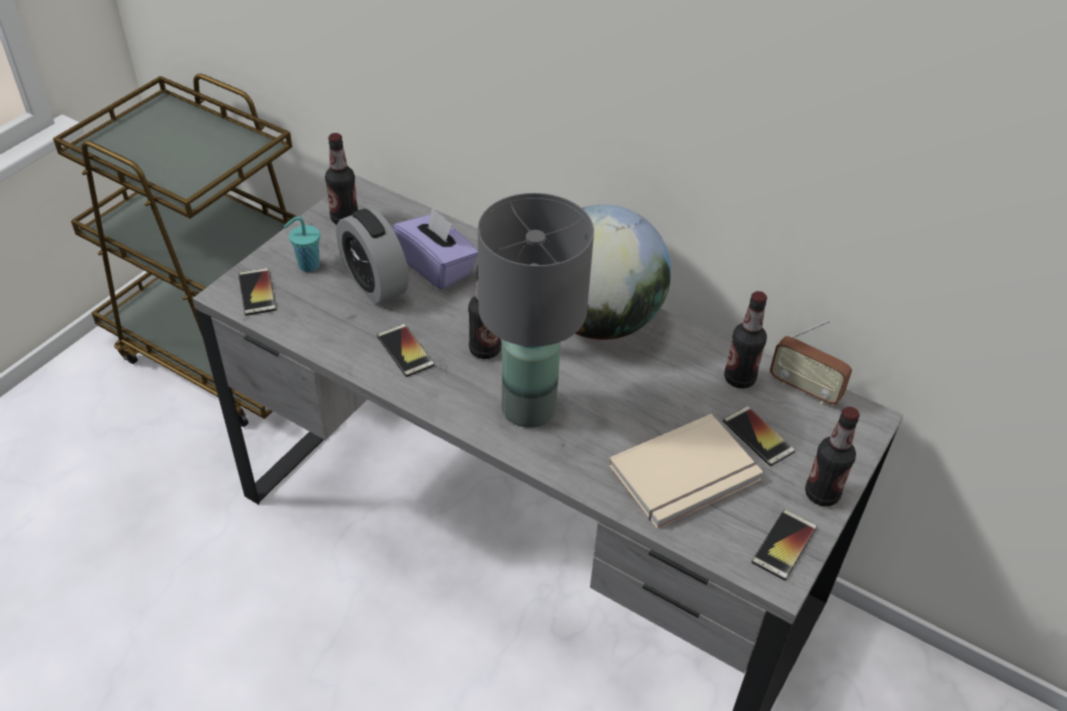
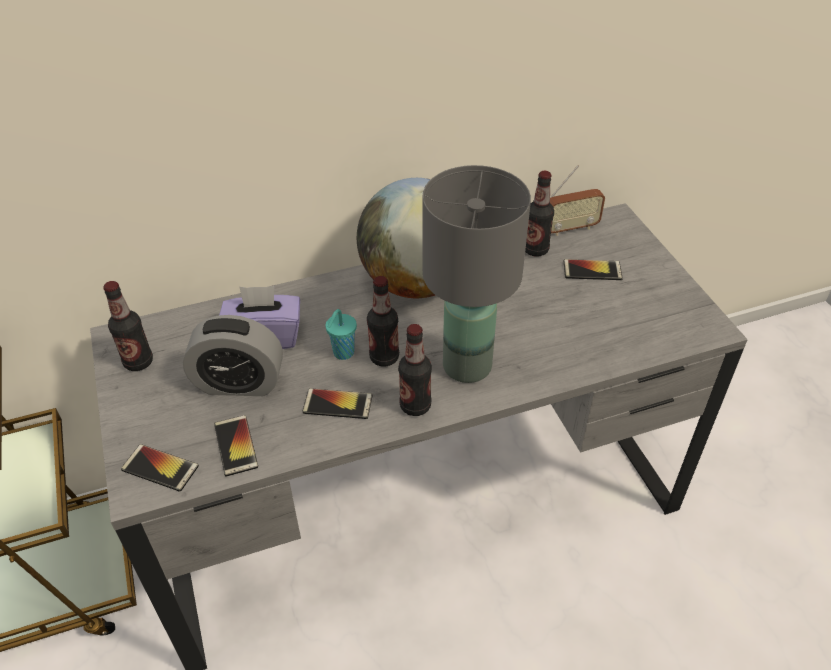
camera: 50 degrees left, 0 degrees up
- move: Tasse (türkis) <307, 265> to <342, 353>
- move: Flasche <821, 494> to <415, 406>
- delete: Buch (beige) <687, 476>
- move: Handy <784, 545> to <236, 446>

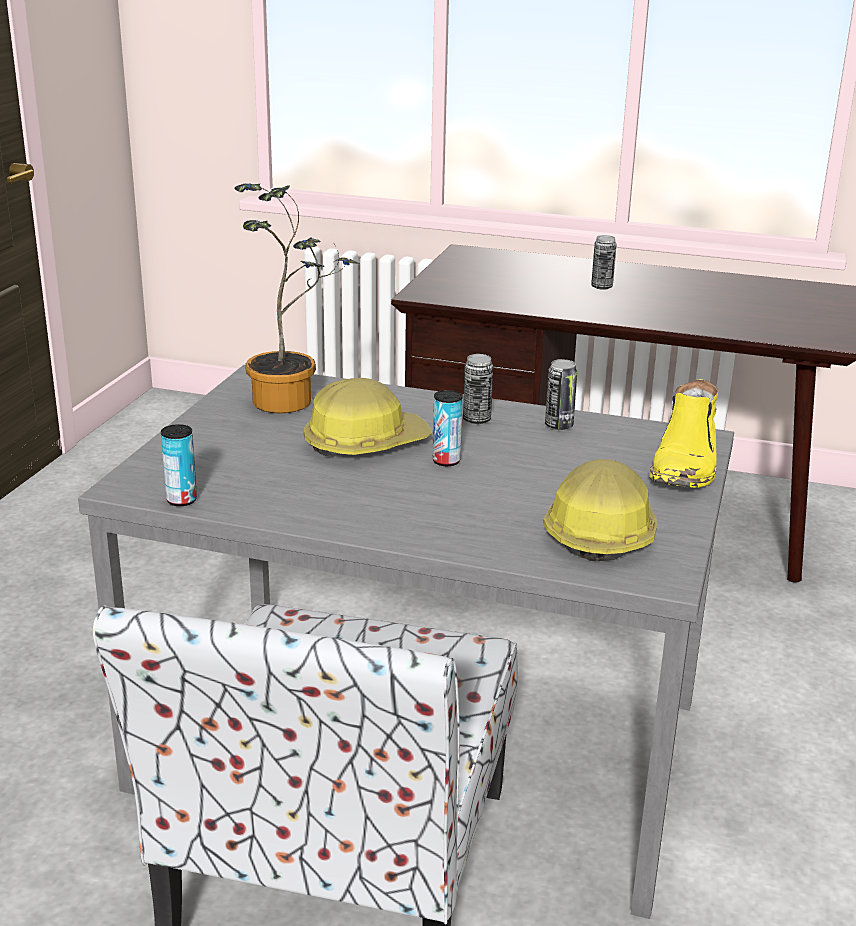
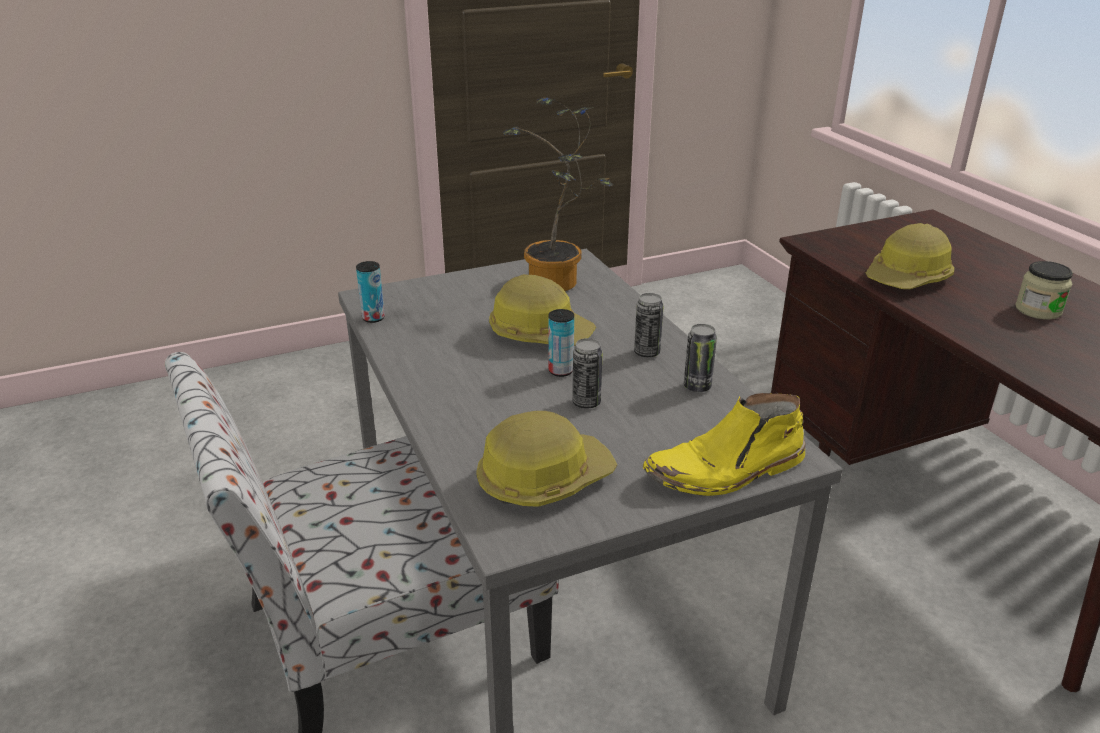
camera: 50 degrees right, 5 degrees up
- move: Dose <601, 287> to <586, 402>
- insert: Schutzhelm <907, 278>
- insert: Vorratsglas <1038, 310>

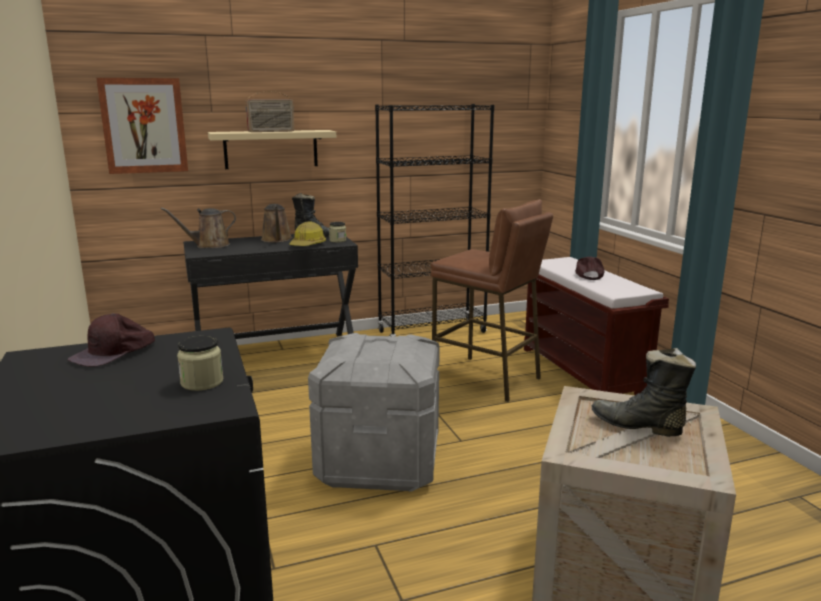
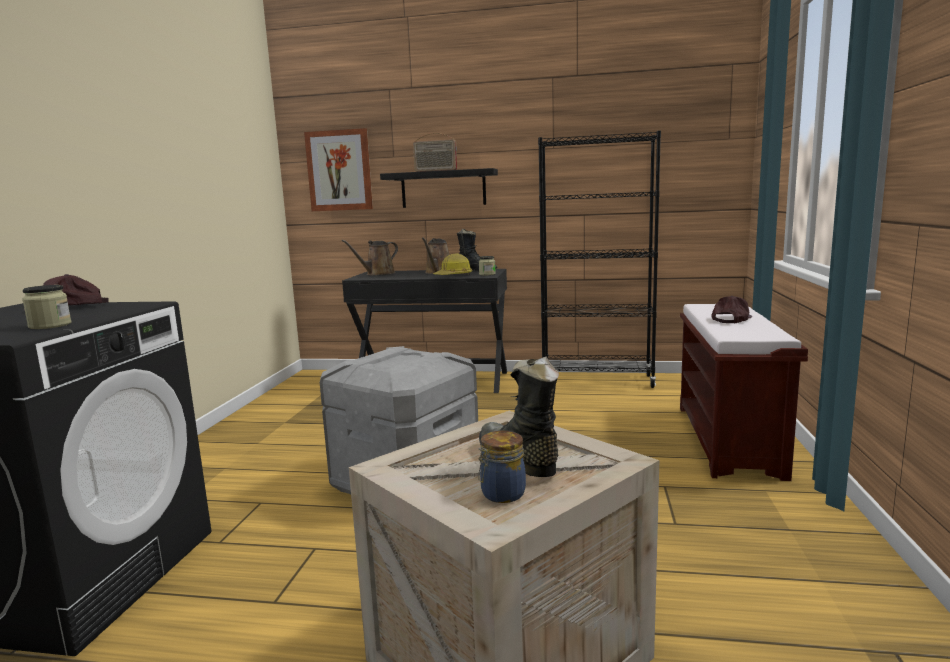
camera: 30 degrees right, 5 degrees down
- recolor: Wandregal (beige) <271, 149> to Wandregal (schwarz) <443, 189>
- delete: Hocker (braun) <486, 379>
- rotate: Gießkanne (braun) <209, 245> = <378, 274> 45 degrees counterclockwise
- insert: Vorratsglas <501, 494>

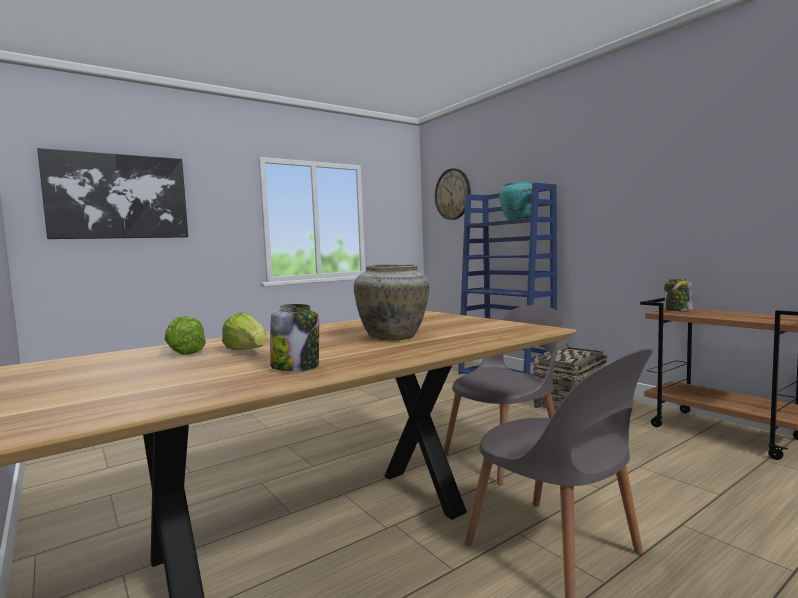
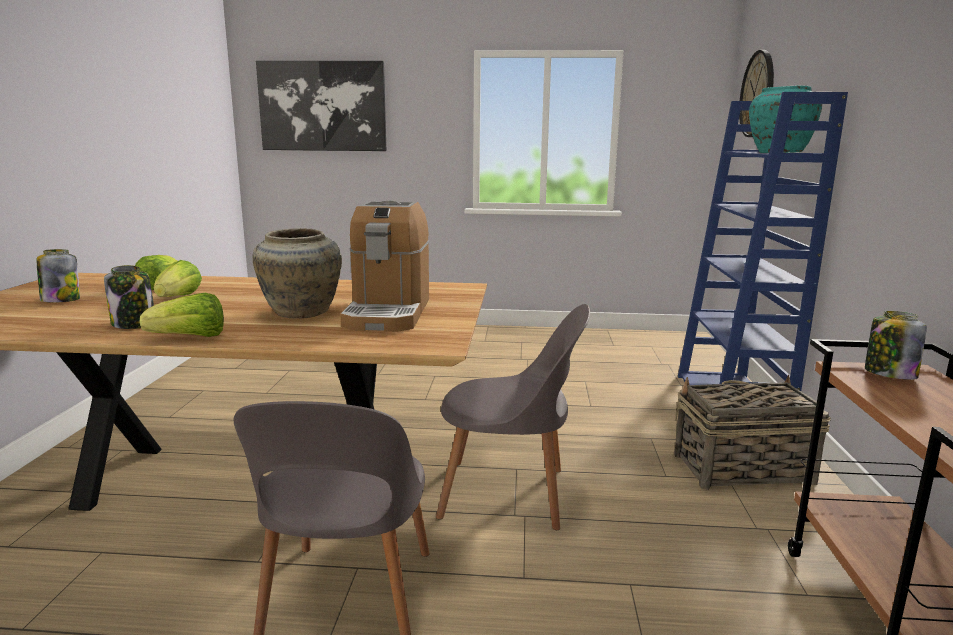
camera: 40 degrees right, 10 degrees up
- insert: Kaffeemaschine <388, 313>
- insert: Vorratsglas <61, 300>
- insert: Salatkopf <190, 338>

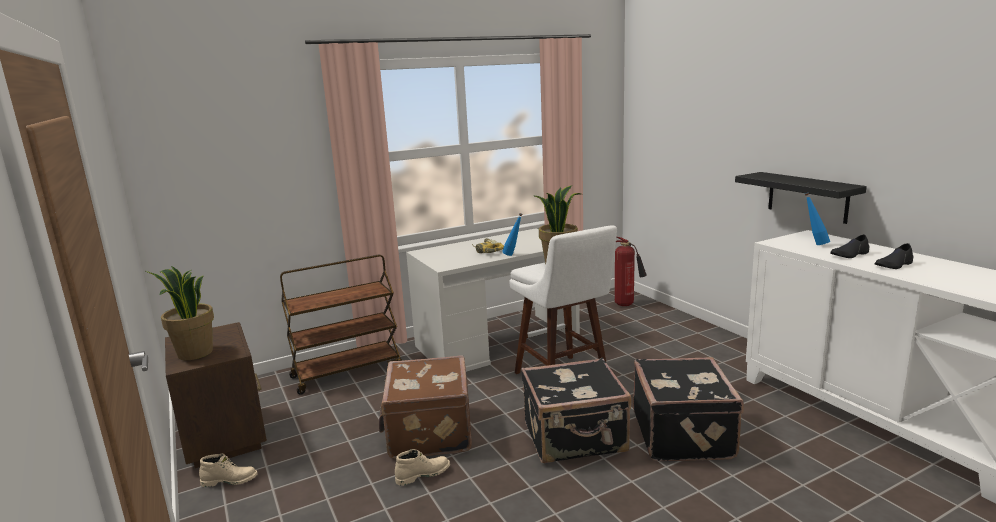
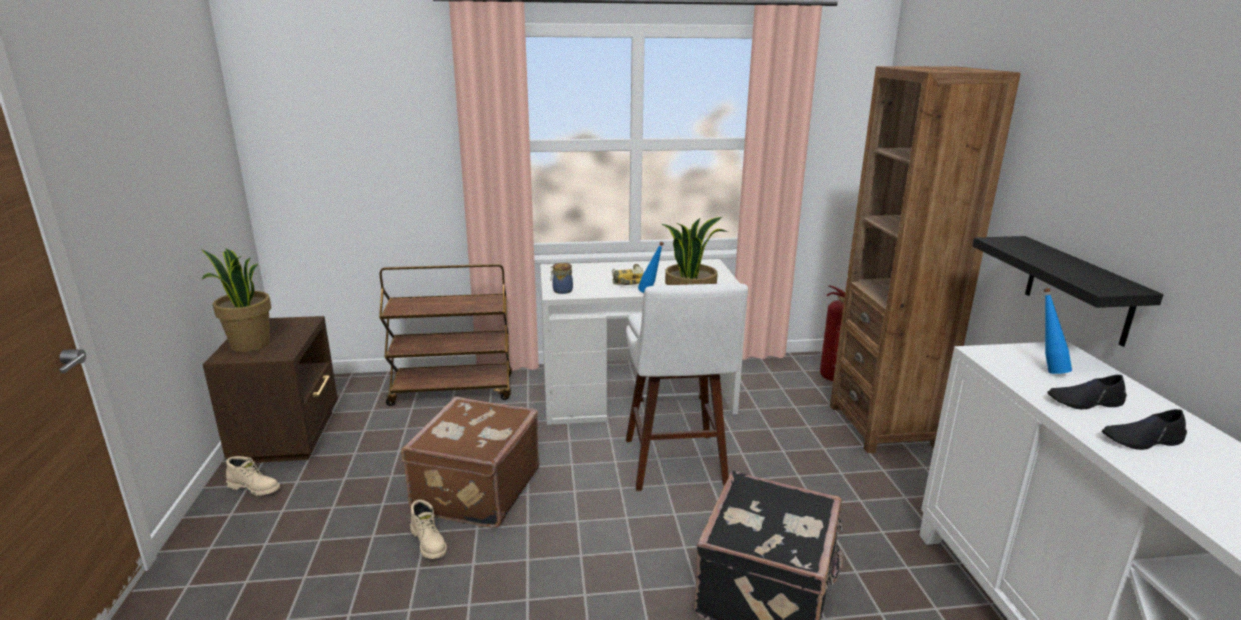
camera: 20 degrees right, 5 degrees up
- delete: Koffer (schwarz) <575, 438>
- rotate: Stiefel (beige) <423, 474> = <429, 542> 60 degrees clockwise
- insert: Bücherregal (braun) <883, 426>
- insert: Vorratsglas <561, 290>

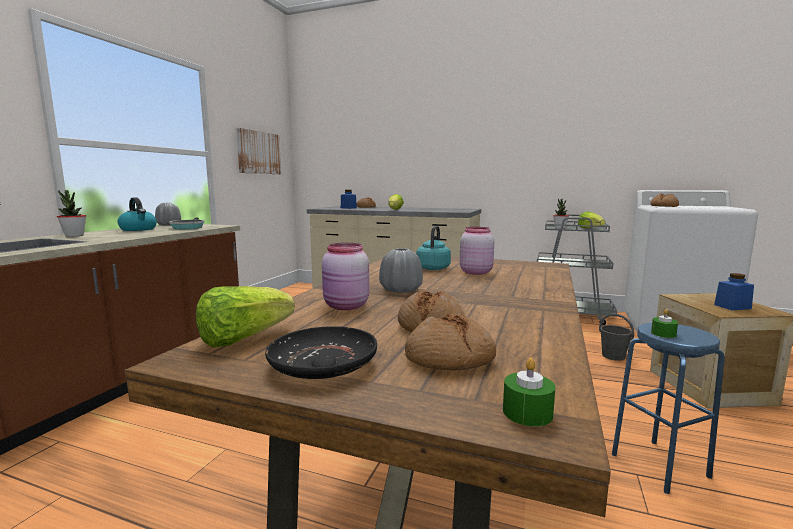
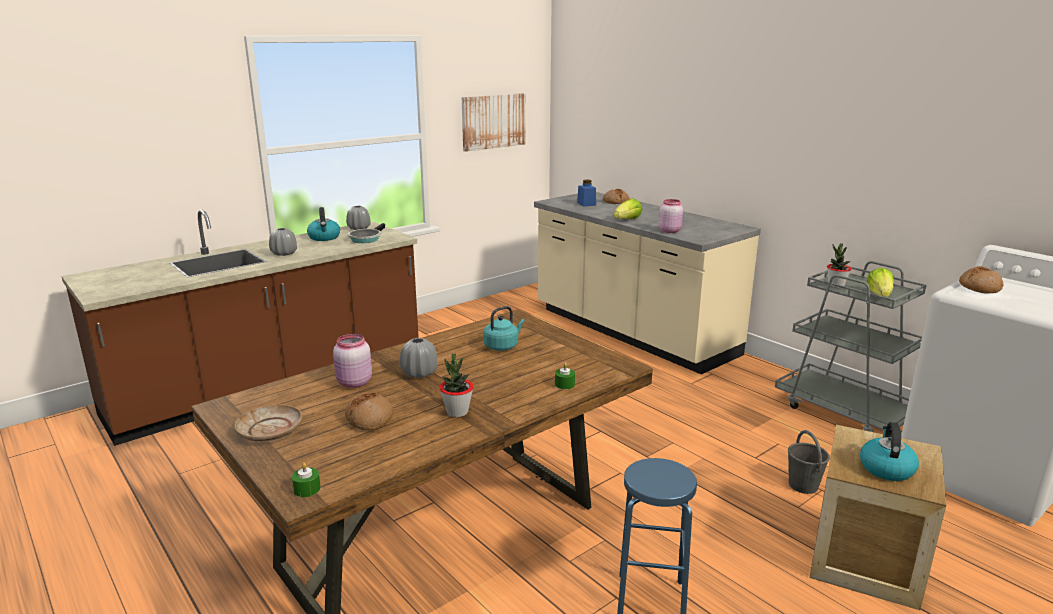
camera: 30 degrees right, 10 degrees up
- move: Topfpflanze <74, 235> to <457, 412>
- move: Vorratsglas (rosa) <475, 272> to <669, 231>
- replace: Vorratsglas (blau) <732, 307> to Wasserkessel <886, 468>
- delete: Salatkopf <244, 339>
- move: Kerze (grün) <663, 334> to <564, 384>
- delete: Brot <449, 358>
- recolor: Teller (schwarz) <324, 365> to Teller (beige) <270, 431>
- insert: Vase (grau) <284, 253>

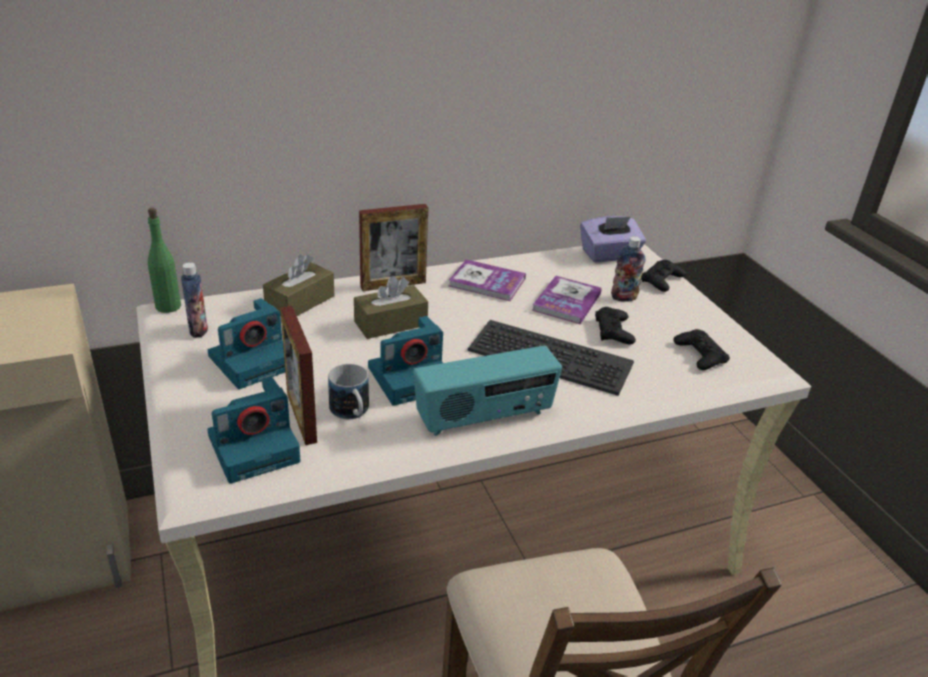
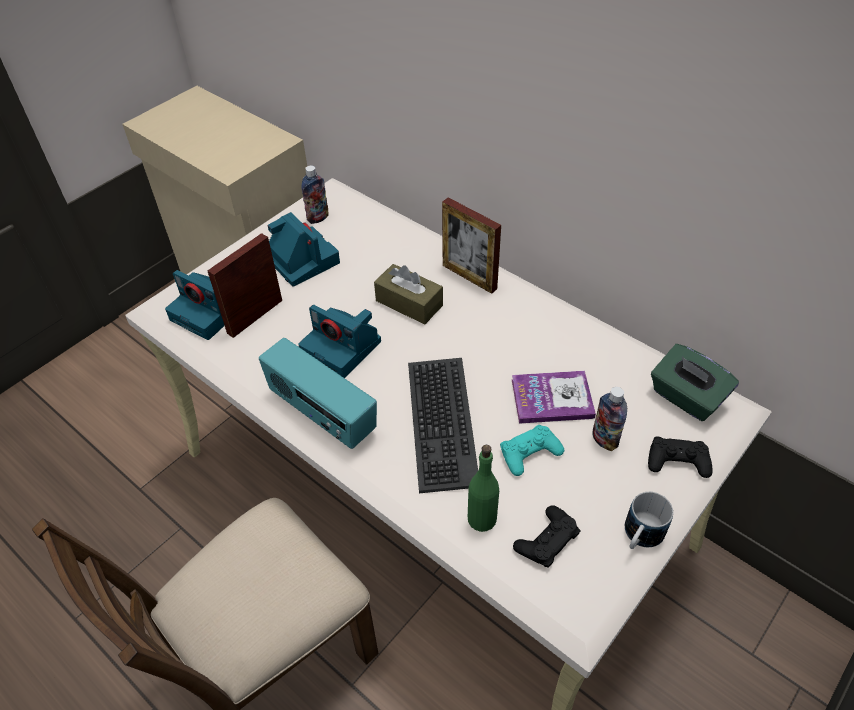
camera: 65 degrees right, 15 degrees up
- move: Flasche (grün) <168, 306> to <482, 518>
- recolor: Taschentuchbox (lila) <609, 255> to Taschentuchbox (grün) <686, 398>
- delete: Taschentuchbox (braun) <300, 302>
- delete: Buch <487, 282>
- rotate: Kamera <253, 361> = <302, 261> 150 degrees counterclockwise
- recolor: Gamepad (schwarz) <613, 331> to Gamepad (türkis) <530, 453>
- move: Henkelbecher <352, 413> to <640, 537>

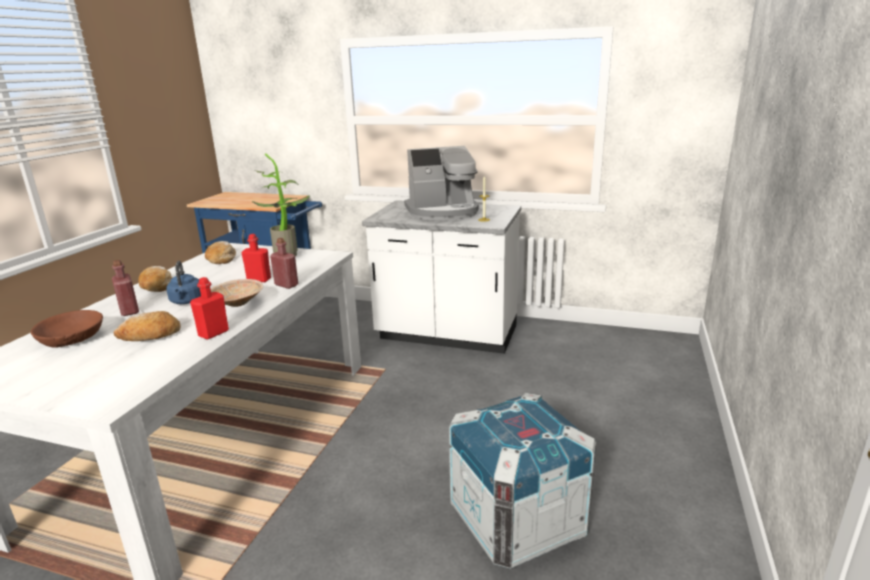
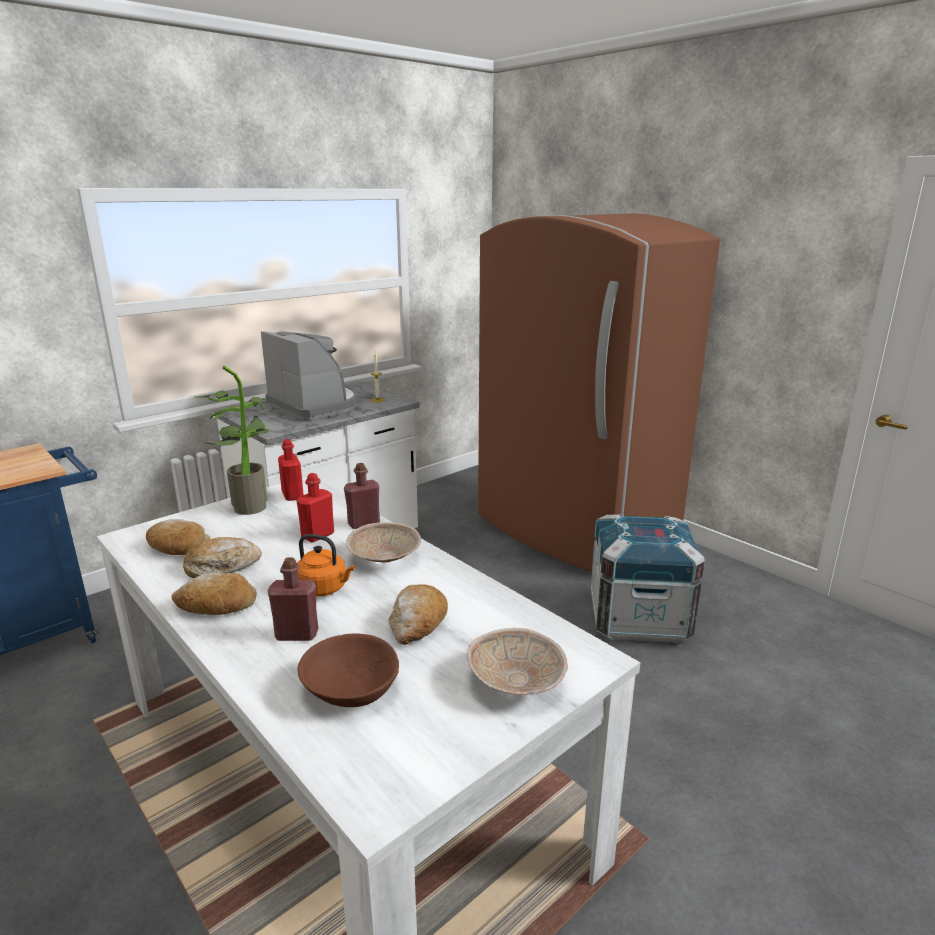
camera: 60 degrees left, 0 degrees up
- rotate: Kaffeemaschine <443, 212> = <315, 405> 60 degrees counterclockwise
- recolor: Wasserkessel (blau) <187, 301> to Wasserkessel (orange) <324, 589>
- move: Flasche (rot) <213, 333> to <292, 495>
- insert: Kühlschrank (braun) <574, 530>
- insert: Brot <222, 566>
- insert: Schüssel (beige) <516, 682>

